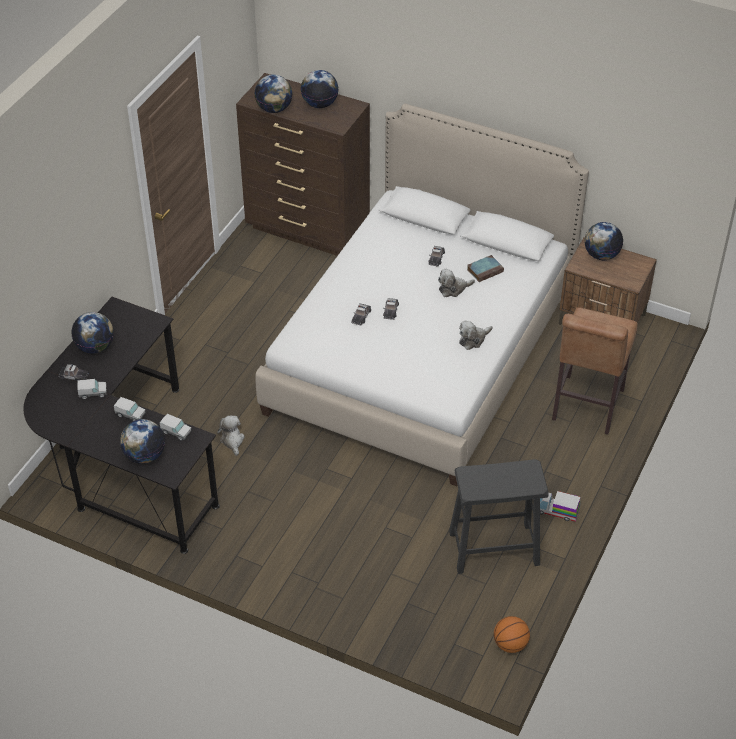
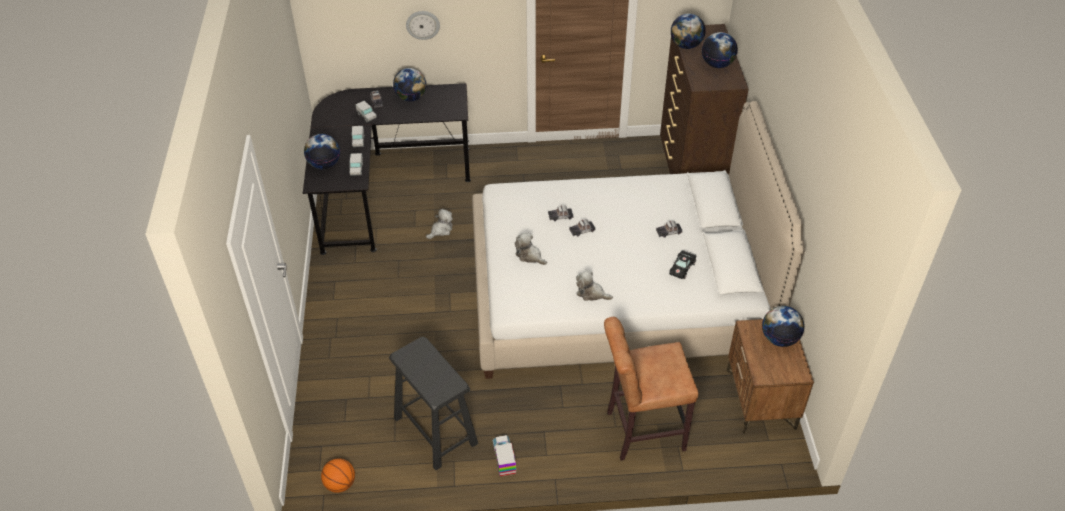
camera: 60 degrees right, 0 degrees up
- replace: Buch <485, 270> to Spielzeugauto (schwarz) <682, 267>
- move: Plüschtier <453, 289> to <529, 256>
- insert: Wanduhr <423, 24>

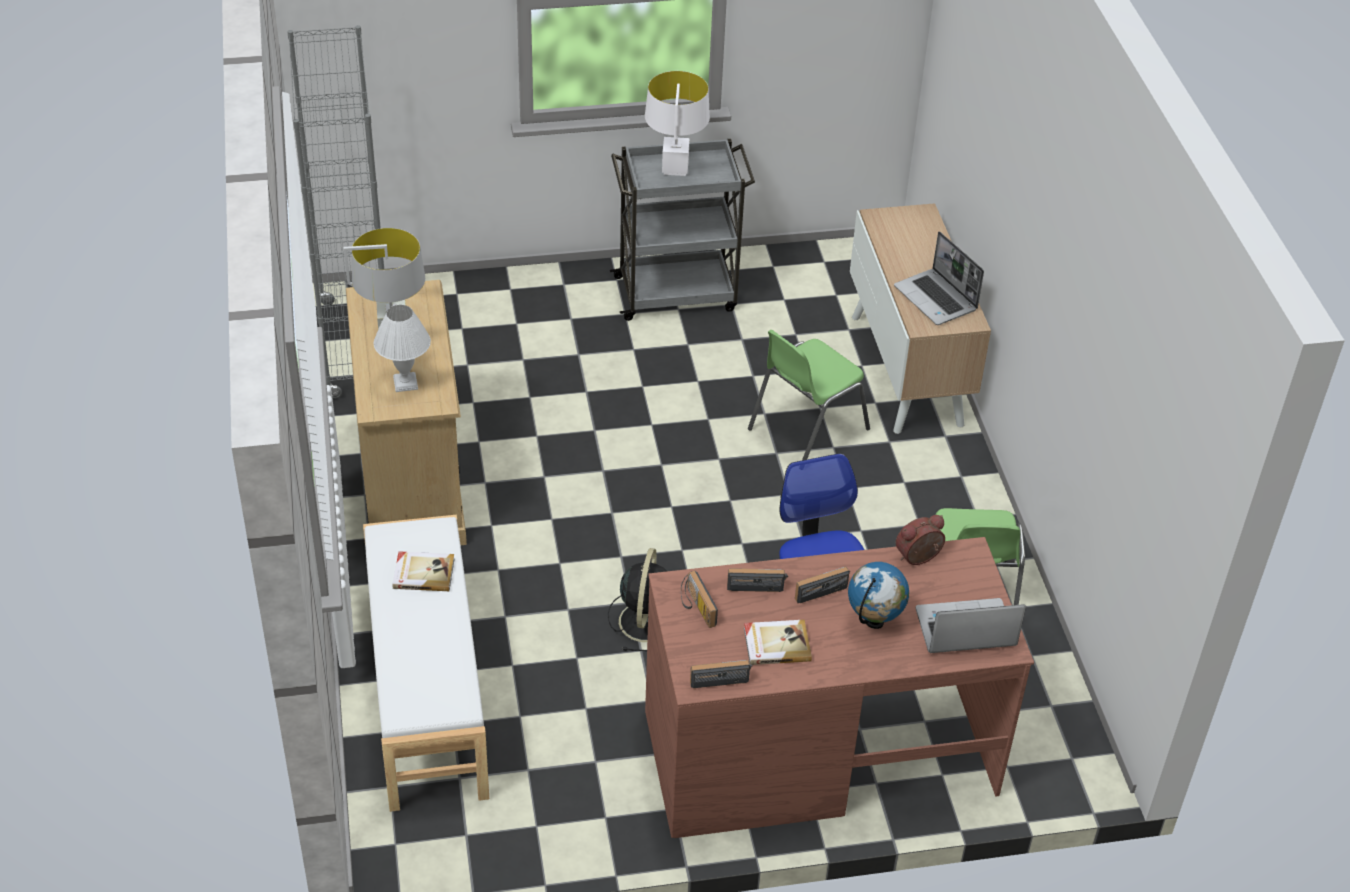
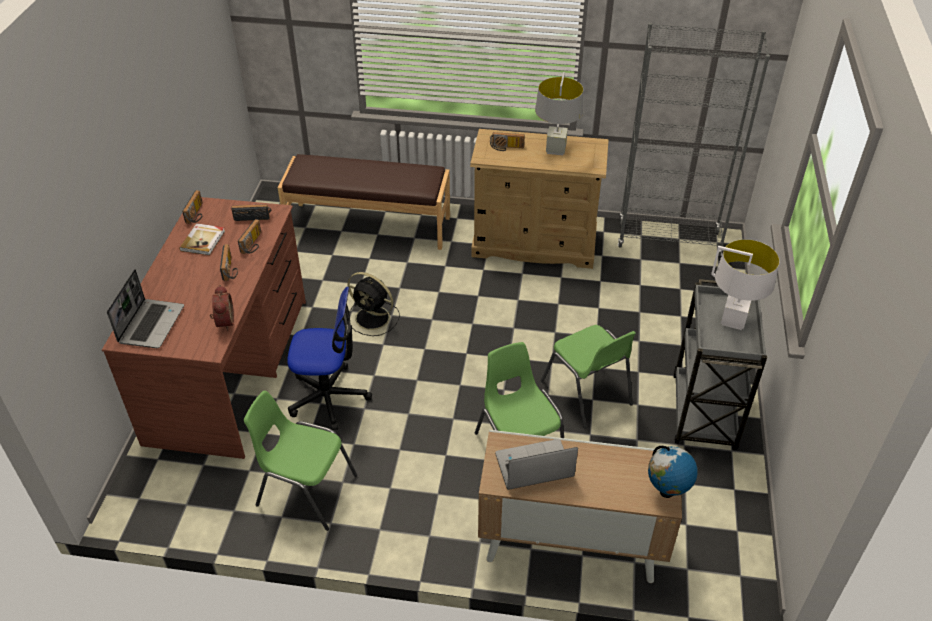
camera: 110 degrees right, 0 degrees up
- replace: Tischlampe (weiß) <405, 383> to Radio <506, 148>
- recolor: Bank (weiß) <425, 691> to Bank (braun) <369, 225>
- delete: Buch <423, 573>
- move: Globus <874, 622> to <667, 492>
- insert: Stuhl (grün) <587, 394>

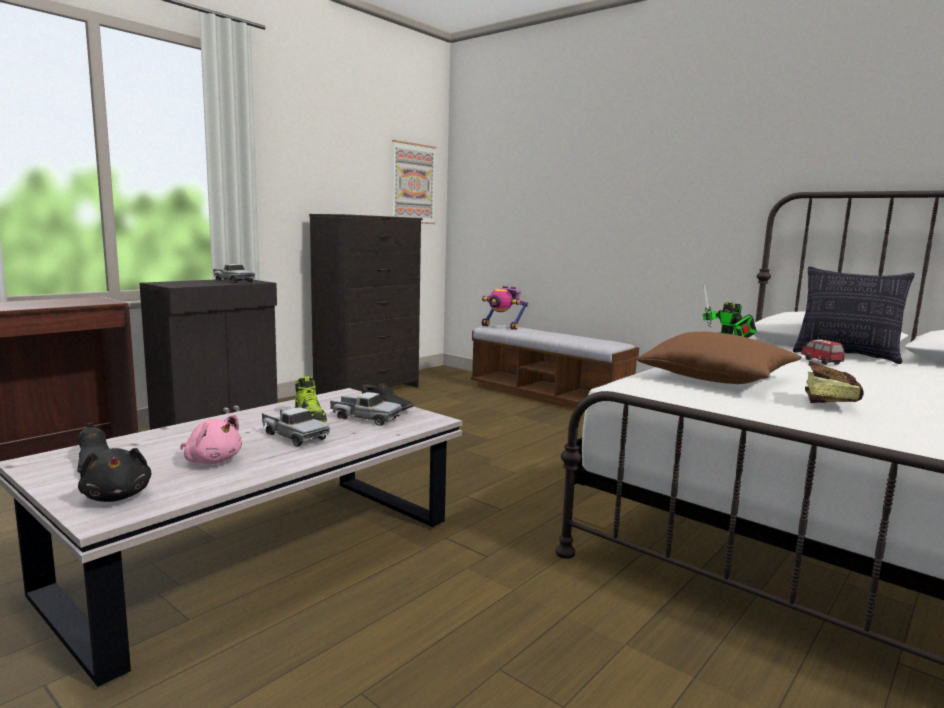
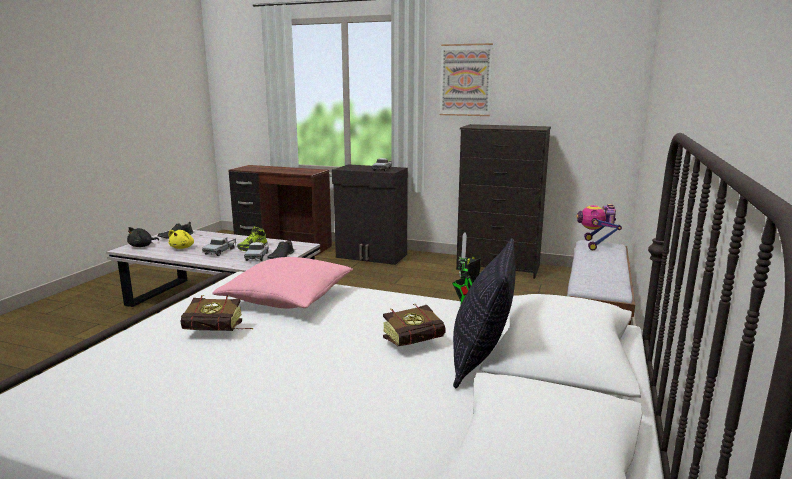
camera: 70 degrees right, 5 degrees up
- move: Bild <413, 184> to <465, 80>
- recolor: Kissen (braun) <717, 378> to Kissen (rosa) <287, 299>
- replace: Spielzeugauto <820, 362> to Buch <419, 342>
- recolor: Plüschtier (rosa) <212, 460> to Plüschtier (gelb) <182, 247>

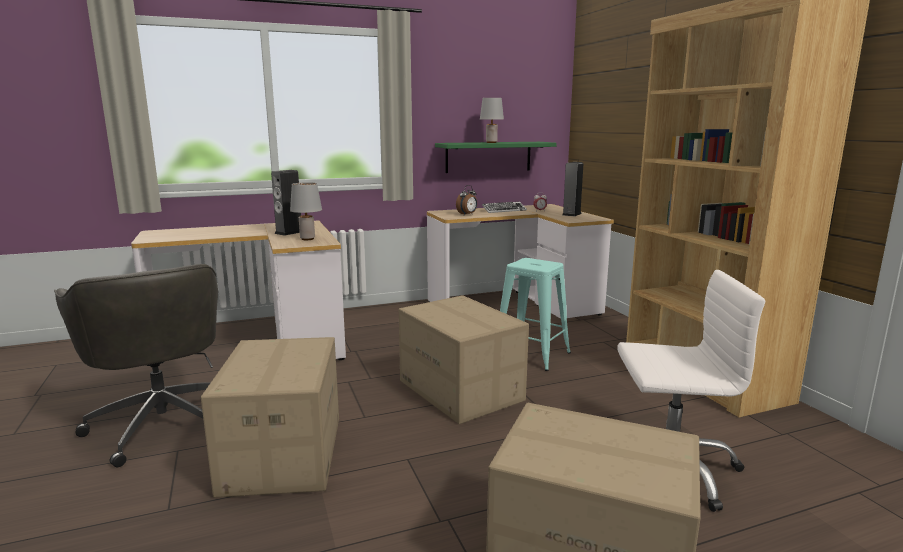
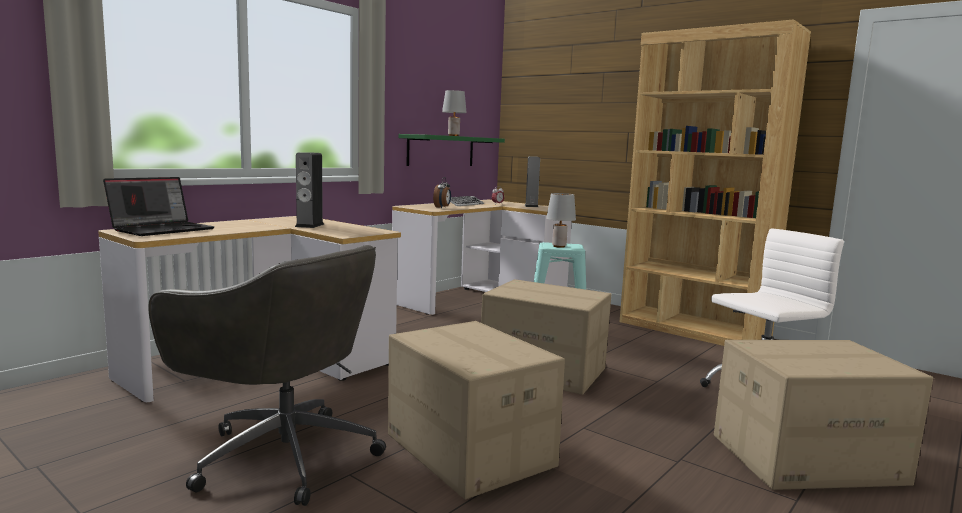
camera: 30 degrees left, 5 degrees down
- move: Tischlampe (grau) <307, 239> to <558, 246>
- insert: Laptop <162, 229>

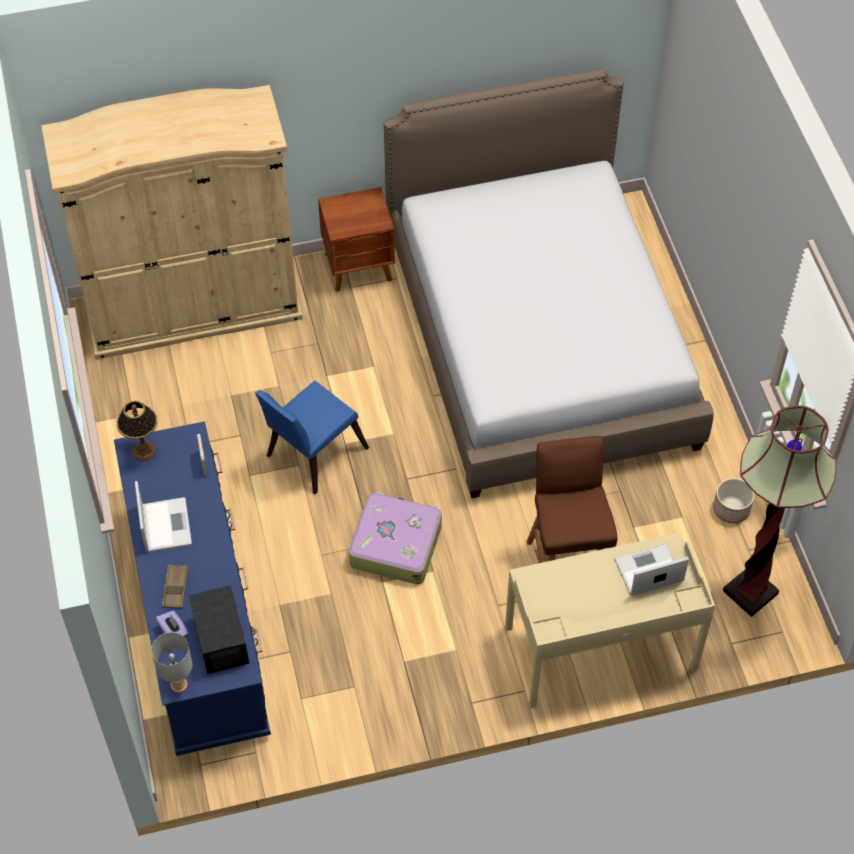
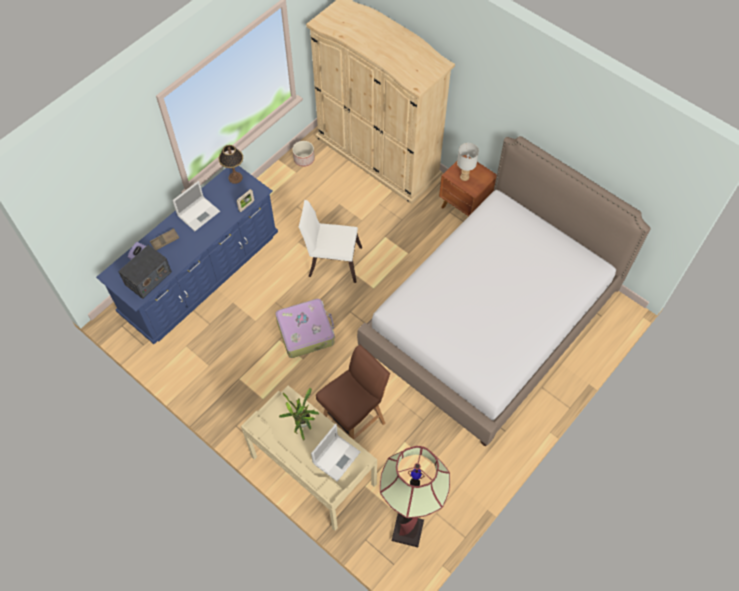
camera: 55 degrees right, 5 degrees up
- recolor: Stuhl (blau) <311, 455> to Stuhl (weiß) <331, 260>
- move: Pflanzkübel <731, 509> to <304, 159>
- rotate: Laptop <647, 571> = <337, 457> 90 degrees clockwise
- move: Tischlampe (grau) <179, 685> to <464, 177>
- insert: Topfpflanze <302, 424>

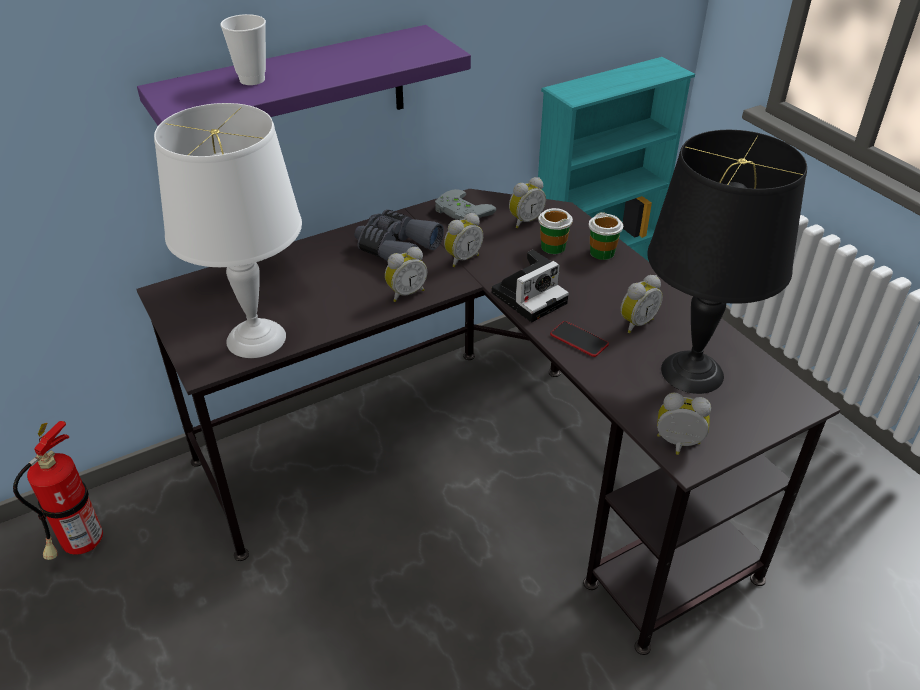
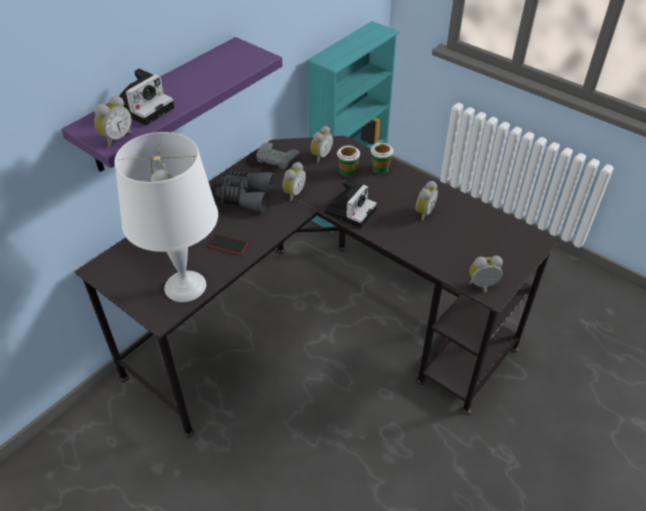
camera: 20 degrees left, 5 degrees up
- replace: Tasse <252, 80> to Kamera <144, 107>
- delete: Tischlampe (schwarz) <692, 371>
- move: Wecker <405, 293> to <116, 138>
- move: Handy <579, 340> to <228, 245>
- delete: Feuerlöscher <80, 546>

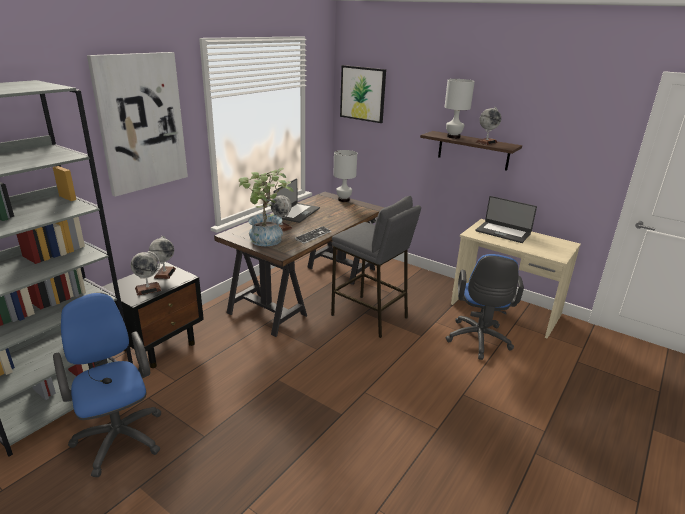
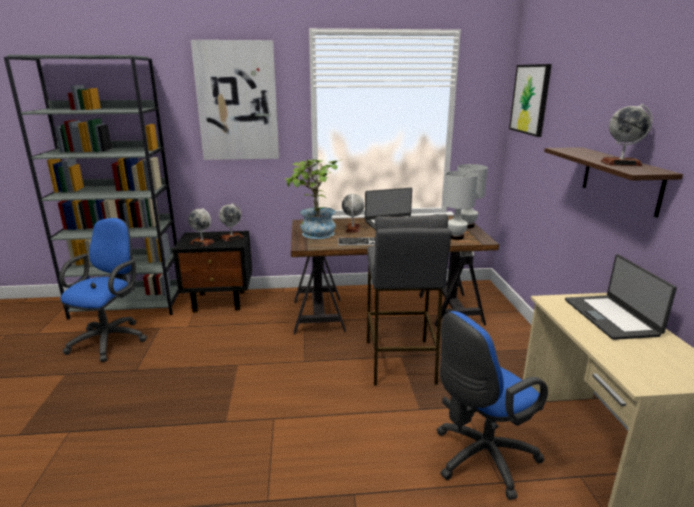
camera: 50 degrees right, 5 degrees down
- move: Tischlampe (weiß) <453, 137> to <455, 237>

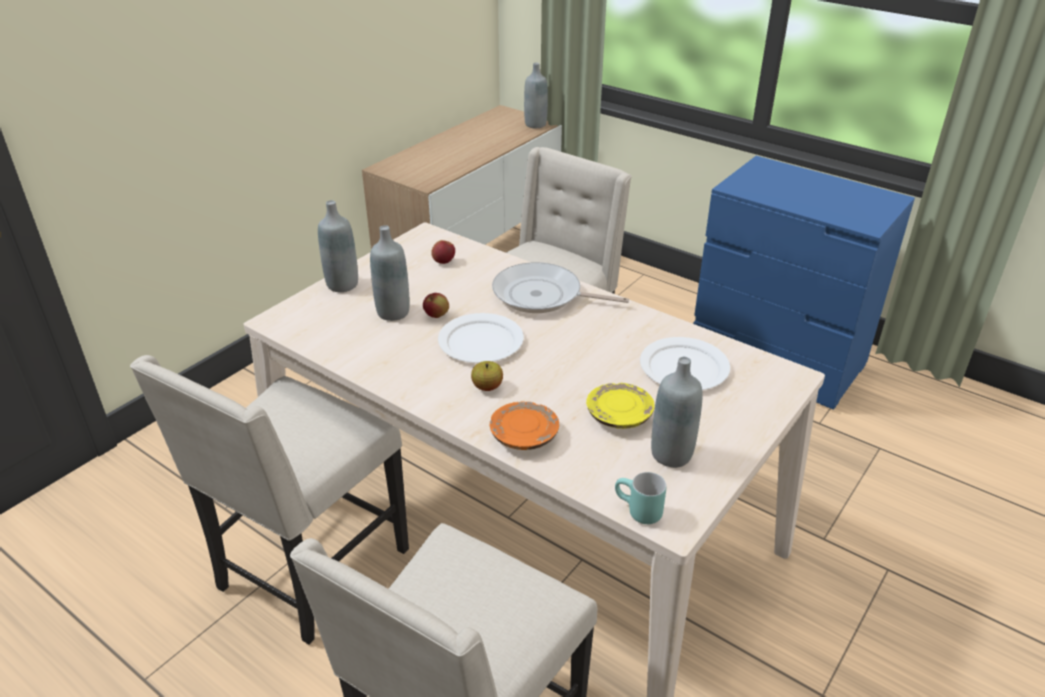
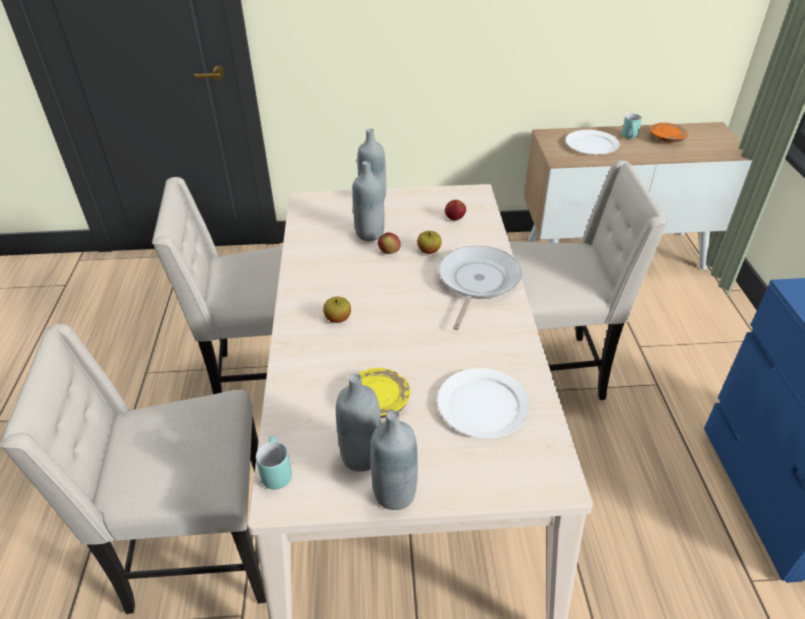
camera: 50 degrees right, 5 degrees up
- move: Flasche (grau) <535, 124> to <395, 493>
- rotate: Pfanne <542, 296> = <477, 282> 45 degrees clockwise
- move: Teller (weiß) <481, 342> to <591, 145>
- move: Teller (orange) <524, 435> to <666, 138>
- insert: Henkelbecher (türkis) <630, 137>
- insert: Apfel <429, 251>

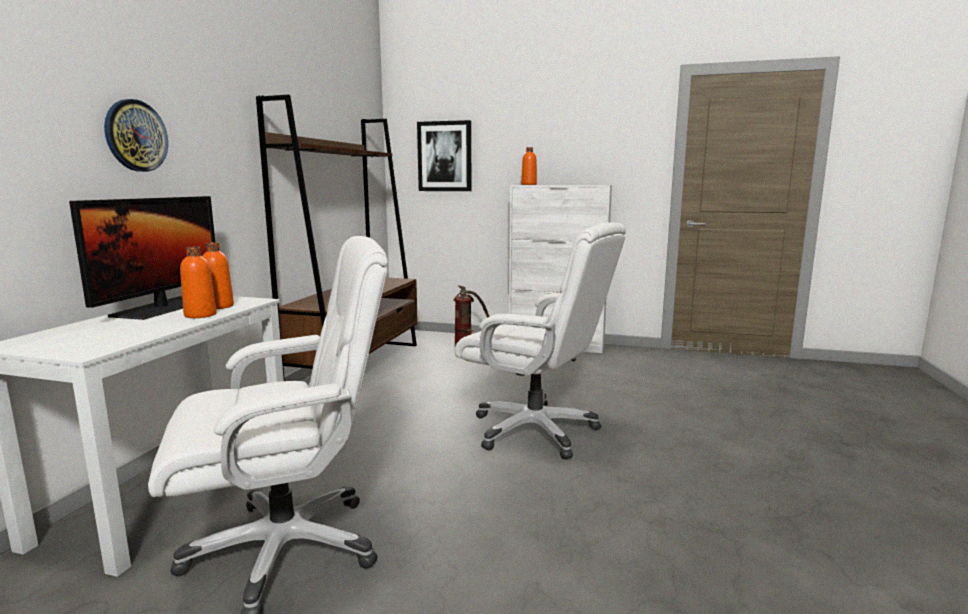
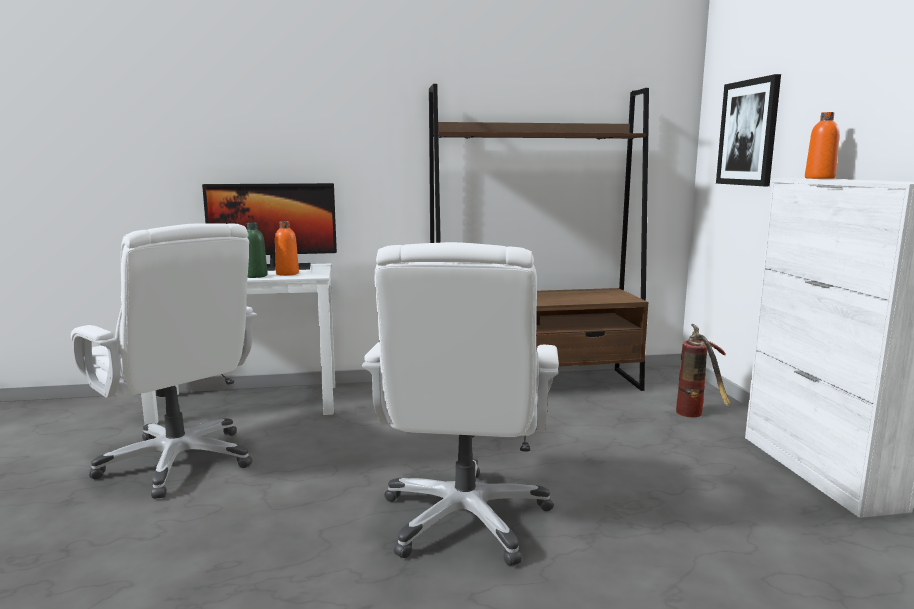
camera: 65 degrees right, 0 degrees up
- delete: Wanduhr <136, 136>
- recolor: Flasche (orange) <200, 315> to Flasche (grün) <255, 276>

